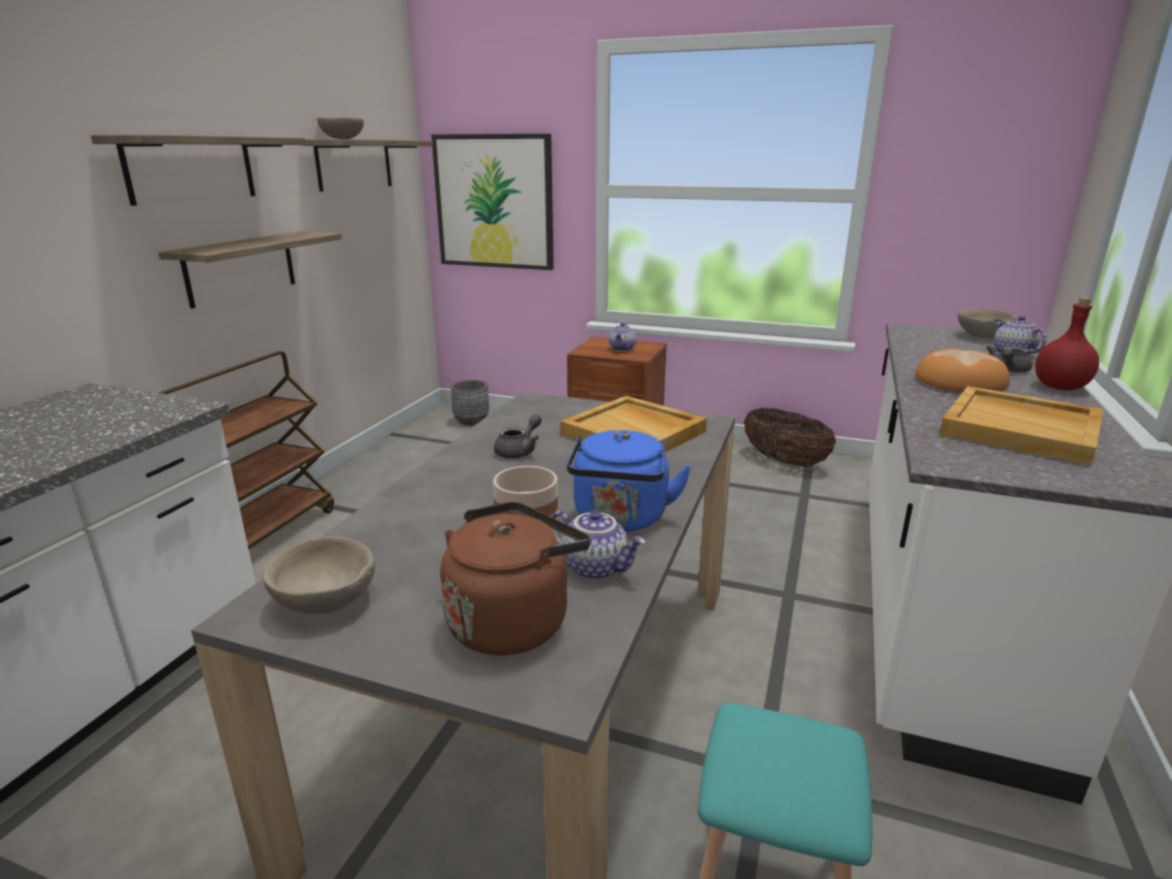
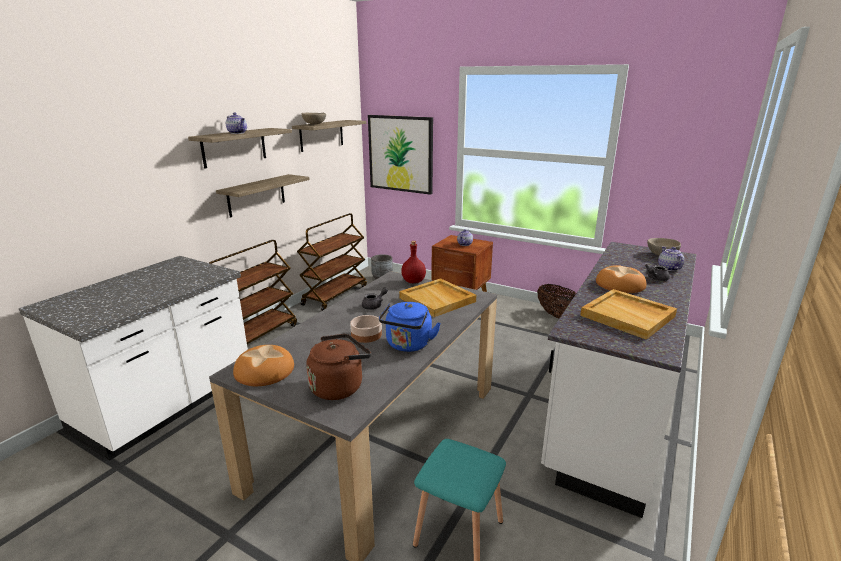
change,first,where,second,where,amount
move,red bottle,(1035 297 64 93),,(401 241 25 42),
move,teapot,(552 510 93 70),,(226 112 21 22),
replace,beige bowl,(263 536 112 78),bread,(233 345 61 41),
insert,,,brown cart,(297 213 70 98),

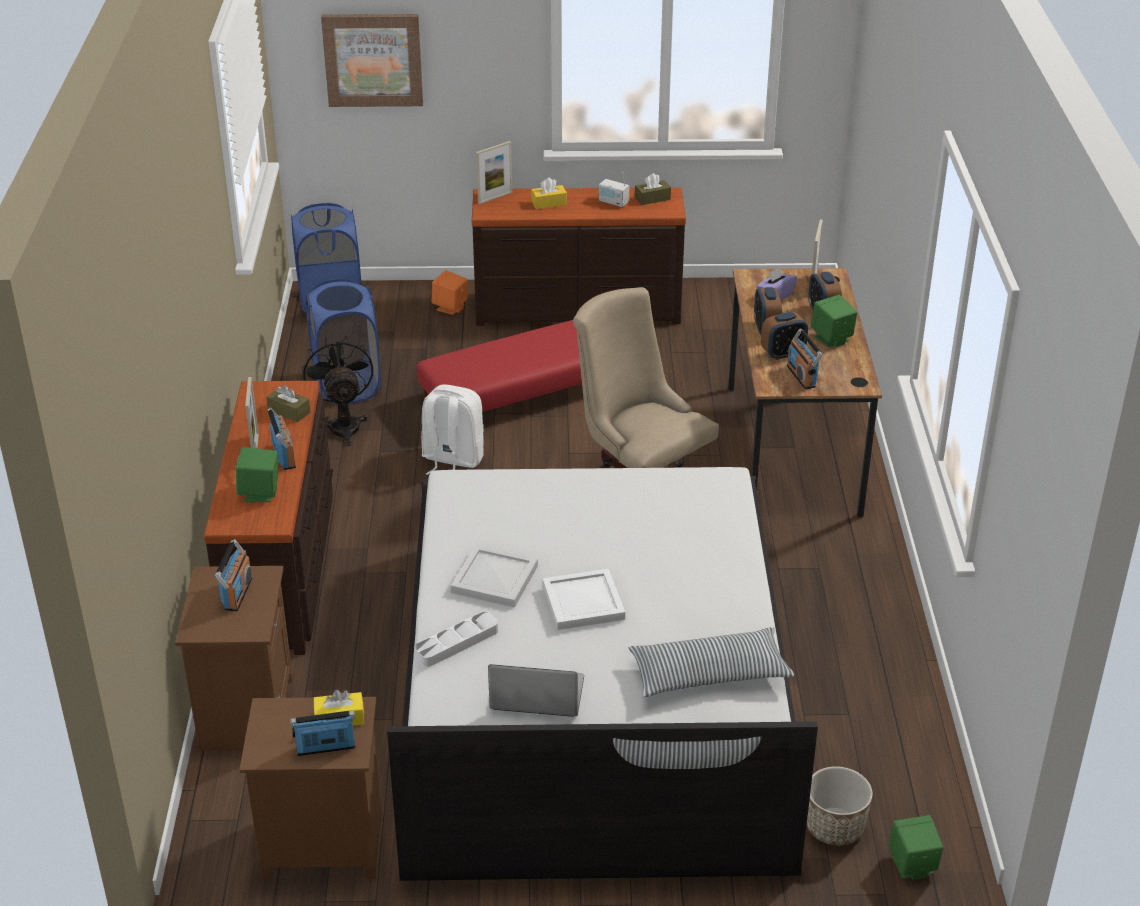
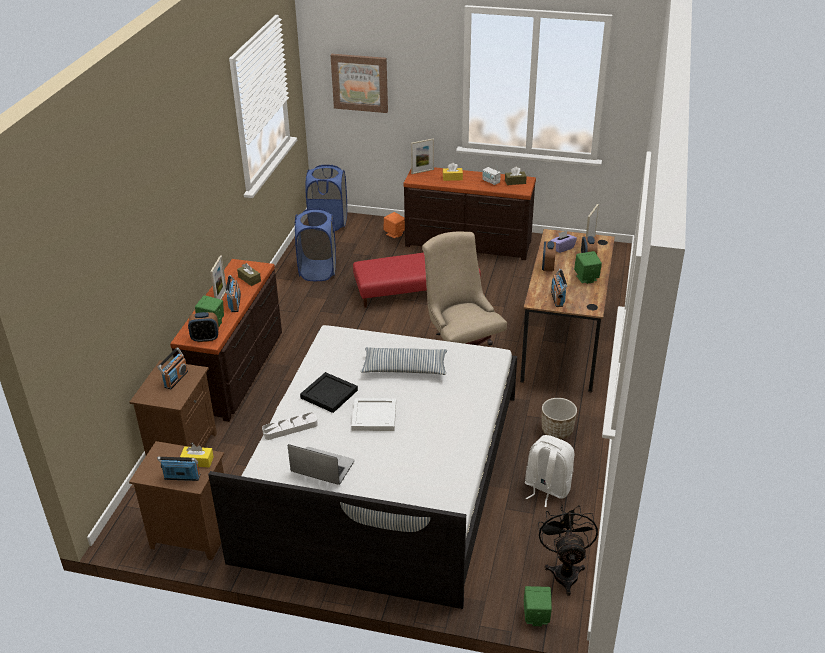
change,first,where,second,where,amount
move,alarm clock,(761 312 47 48),,(188 312 31 30),
move,black fan,(302 336 71 110),,(538 505 60 91),
move,white backpack,(421 384 63 91),,(525 435 49 72),
recolor,white tray,(451 545 87 63),black tray,(300 372 58 41),
move,pillow,(628 627 166 70),,(361 347 86 28),
move,planter,(807 766 66 80),,(542 398 35 41),

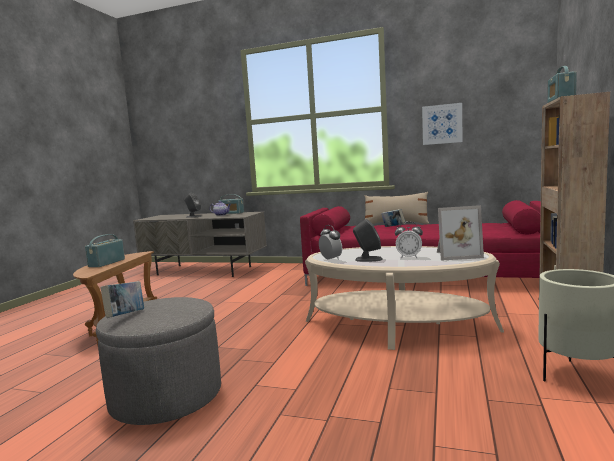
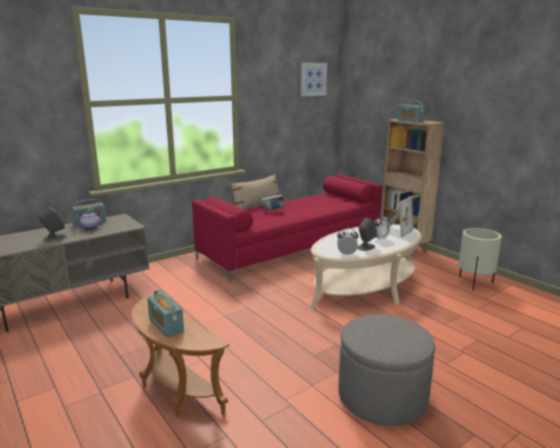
change,first,where,second,where,amount
move,picture,(422 103 41 42),,(301 63 26 33),
delete,book,(101 281 43 37),,,

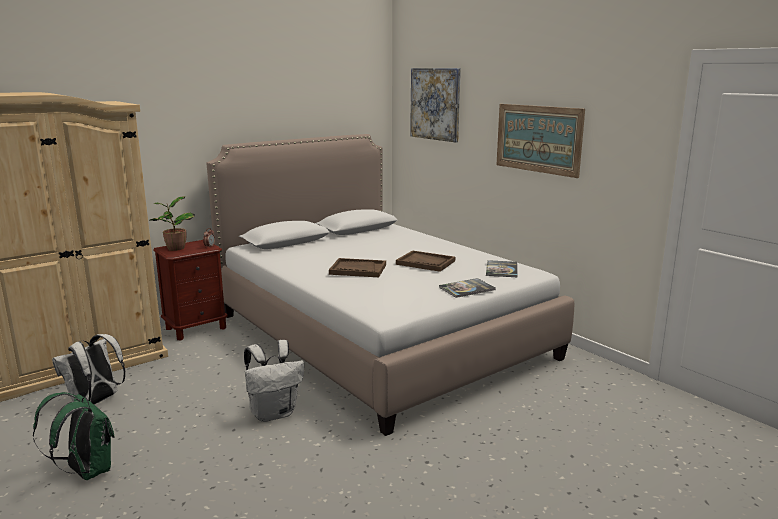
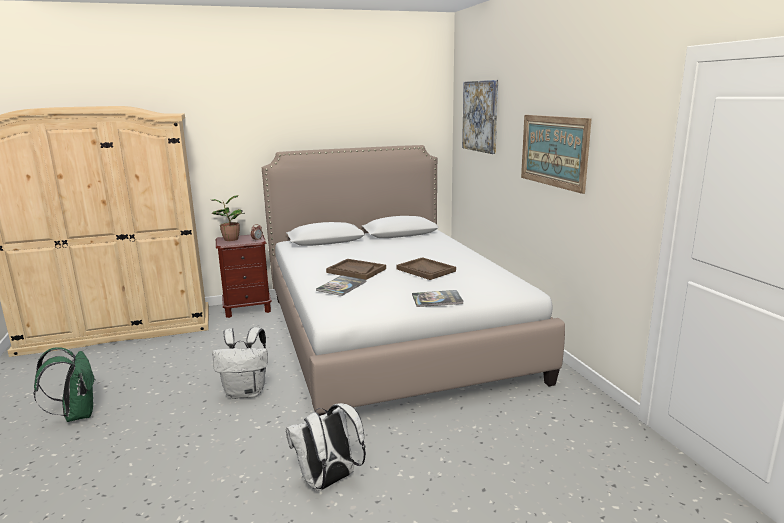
change,first,where,second,where,amount
move,book,(486 260 32 18),,(316 275 50 21),
move,white backpack,(52 334 73 71),,(286 403 80 88),

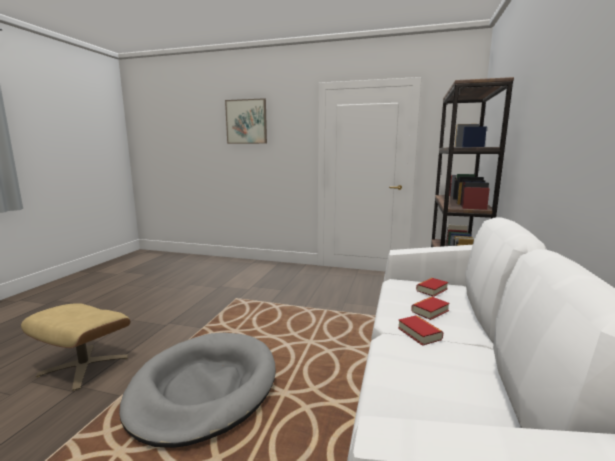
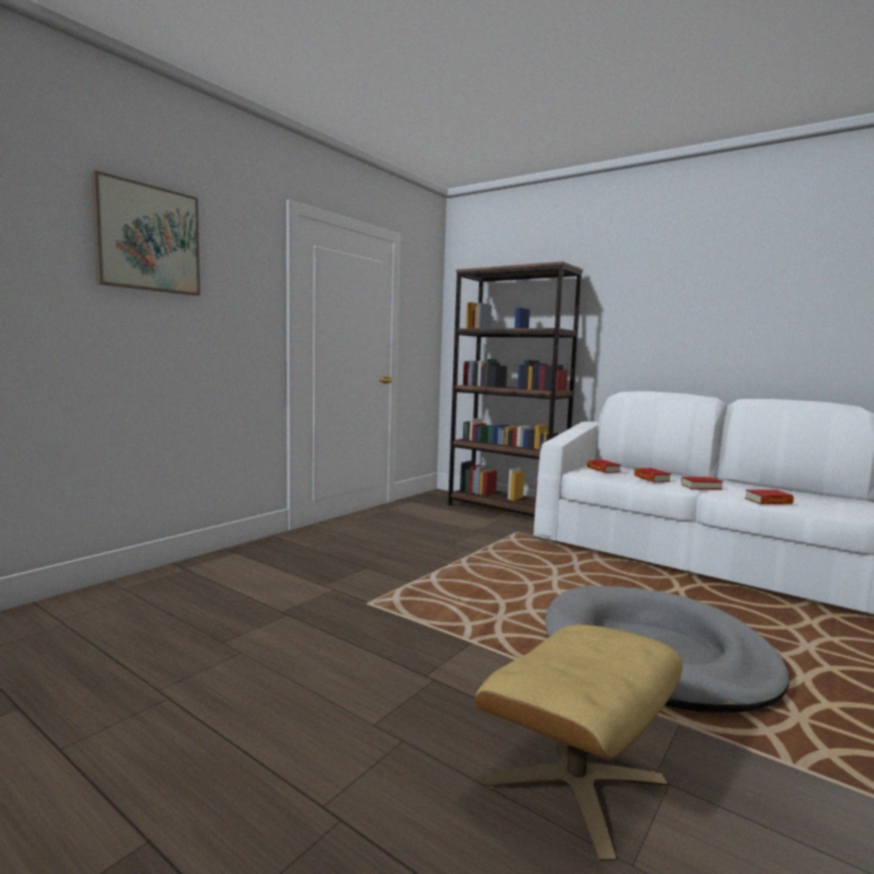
change,first,where,second,where,amount
insert,,,book,(745 490 49 14),

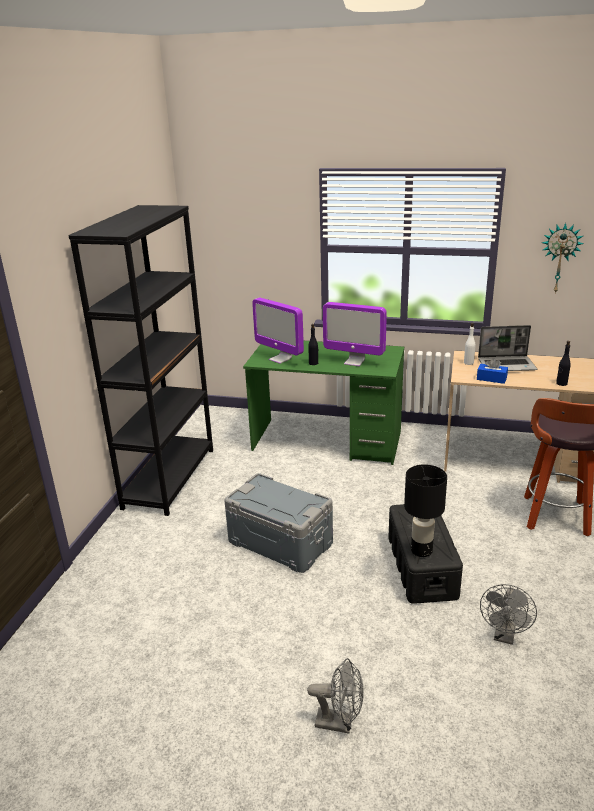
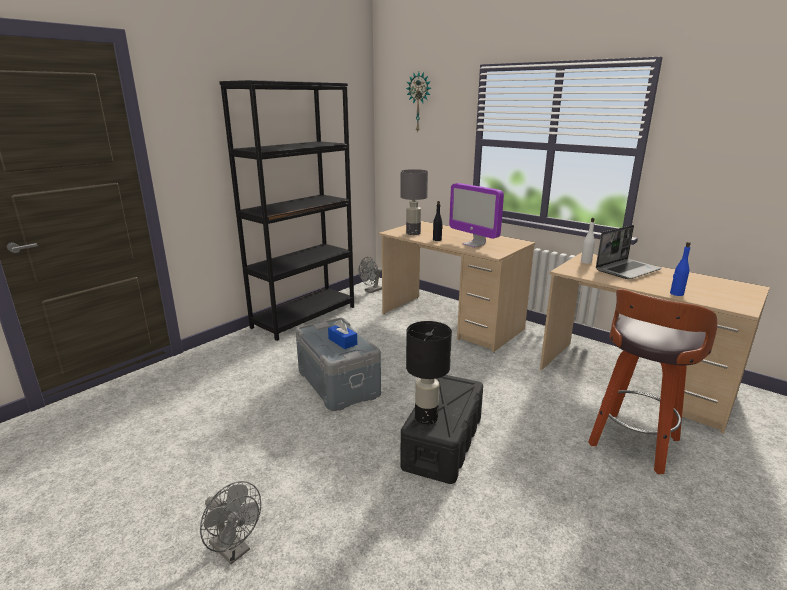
change,first,where,second,where,amount
move,wall clock,(542 223 42 71),,(406 72 25 61),
replace,monitor,(252 298 52 66),grey table lamp,(401 169 27 66),
rotate,laptop,(478 325 59 46),,(596 225 66 54),60 degrees counterclockwise
recolor,green desk,(243 341 161 124),beige desk,(379 221 156 131),
recolor,black bottle,(556 341 15 45),blue bottle,(670 242 21 54),
move,blue tissue box,(477 358 31 26),,(328 320 29 29),
move,grey fan,(480 584 57 61),,(358 257 24 36),

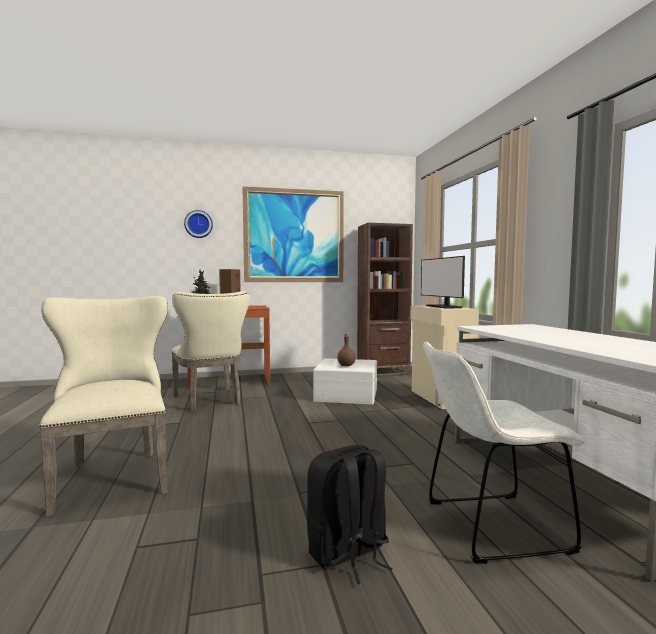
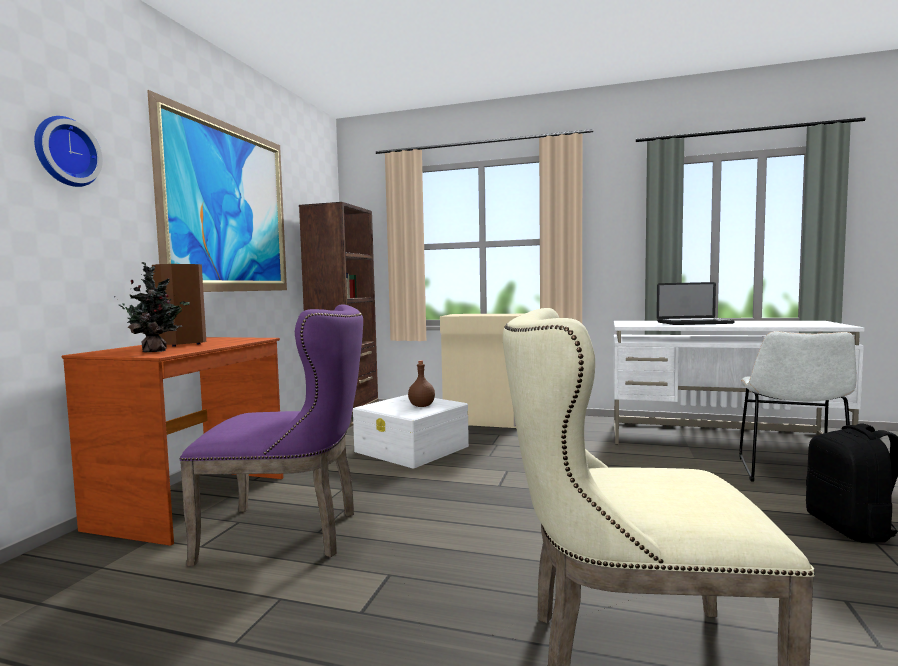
change,first,where,second,where,amount
delete,monitor,(421 256 44 53),,,
recolor,beige chair,(171 291 79 120),purple chair,(180 305 183 261),
insert,,,laptop,(657 282 78 43),

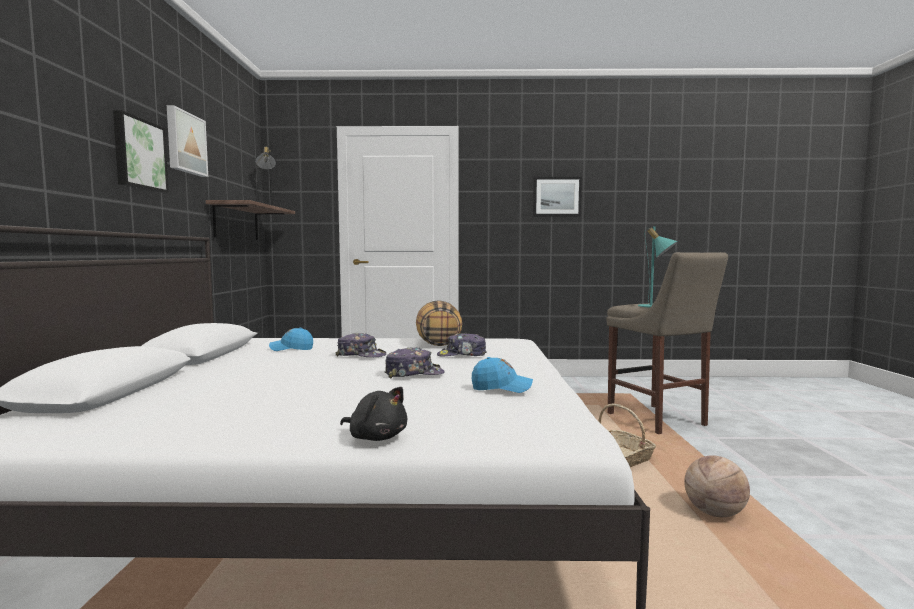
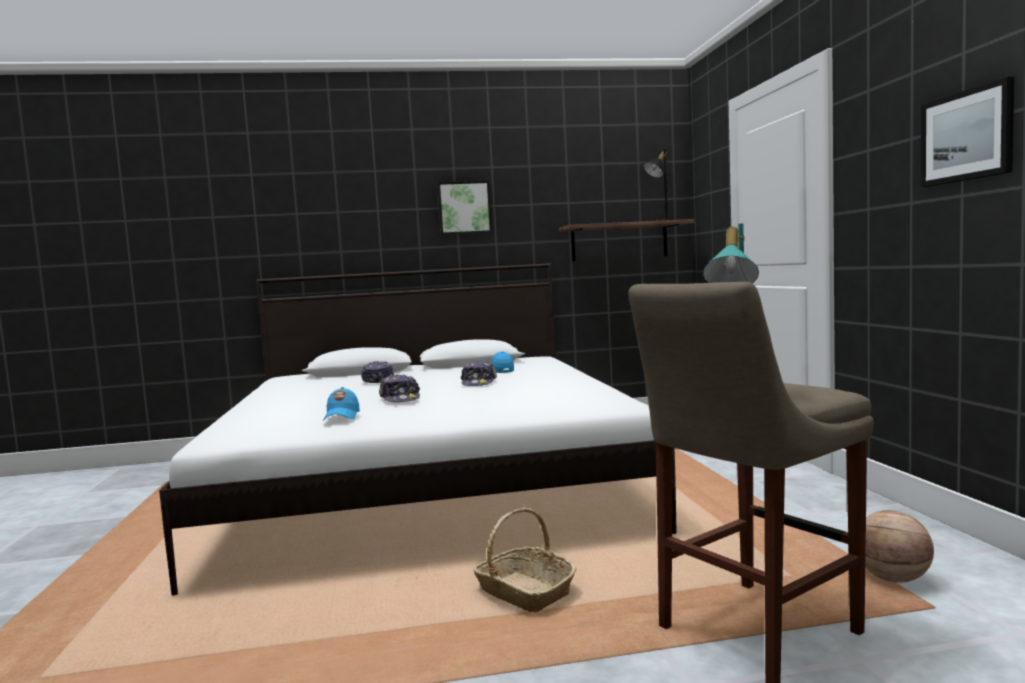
change,first,where,second,where,amount
delete,picture,(167 105 41 72),,,
delete,pillow,(416 300 46 46),,,
move,cap,(437 333 50 24),,(361 361 33 22),
delete,black plush toy,(340 387 67 54),,,
move,basketball,(684 455 66 62),,(865 510 69 73),

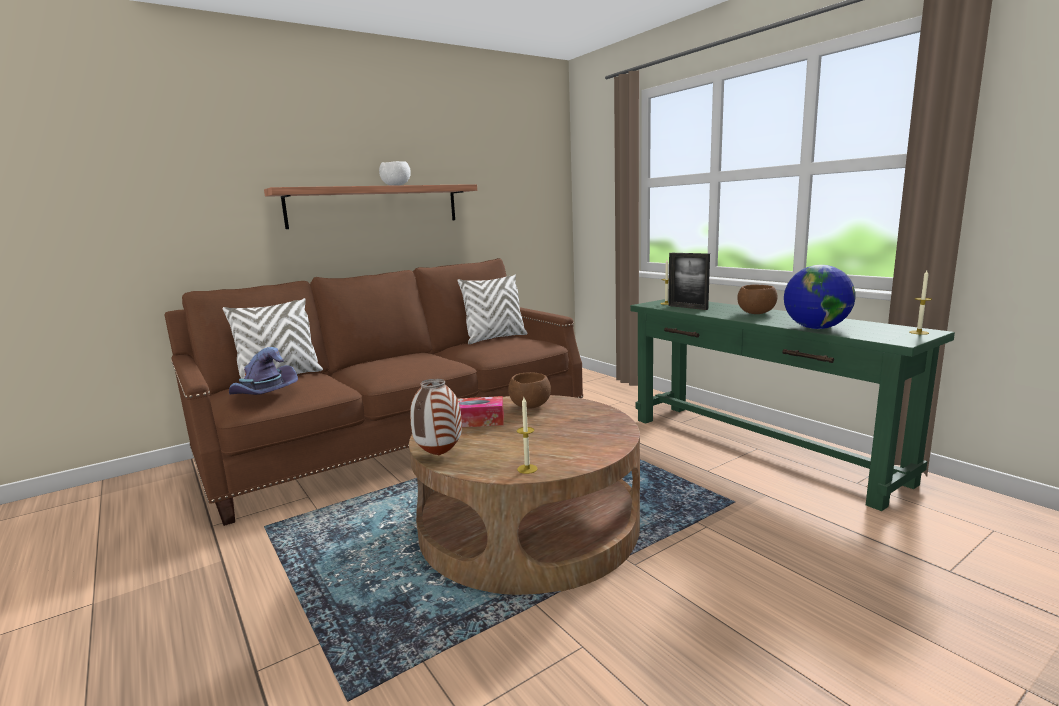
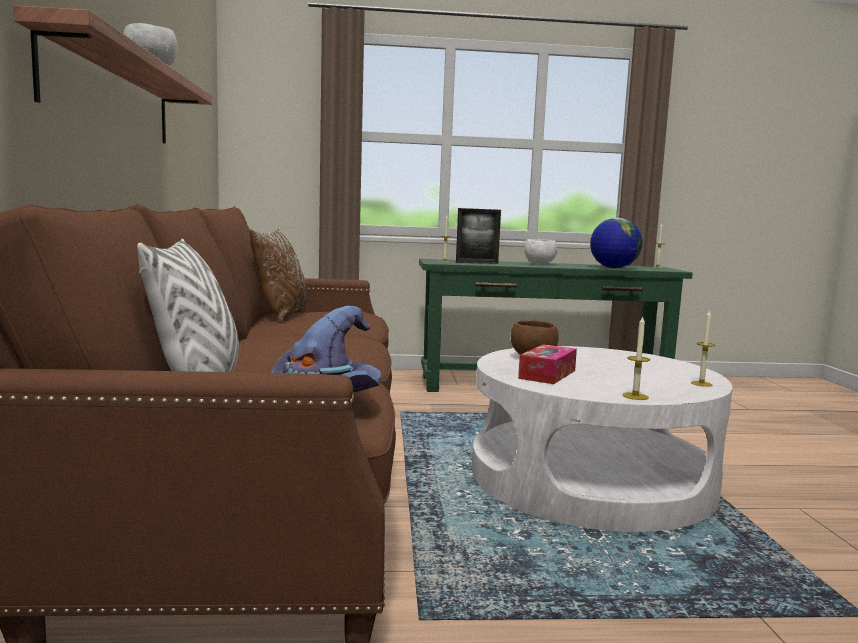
change,first,where,second,where,amount
recolor,white pillow,(458 275 70 69),brown pillow,(249 229 58 94),
recolor,brown bowl,(737 285 41 29),white bowl,(524 239 33 25),
replace,vase,(410 379 52 76),candle,(622 317 28 83),
recolor,brown coffee table,(409 395 231 200),white coffee table,(472 346 261 186),

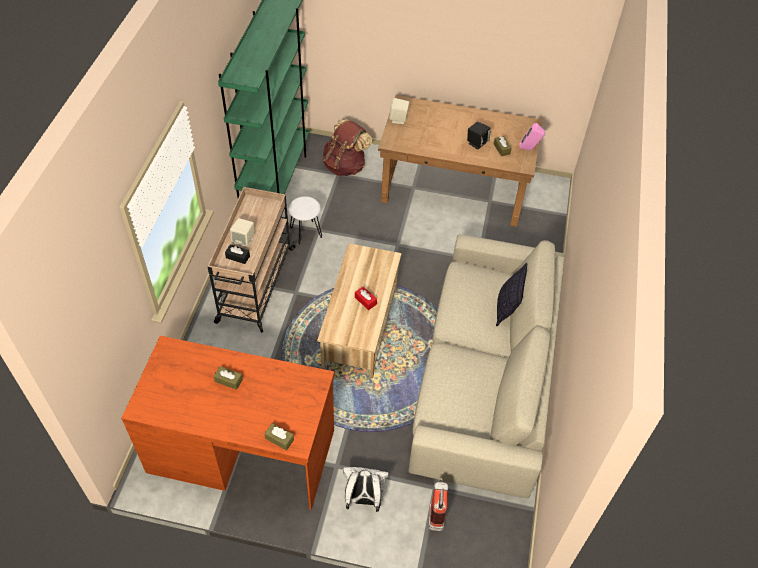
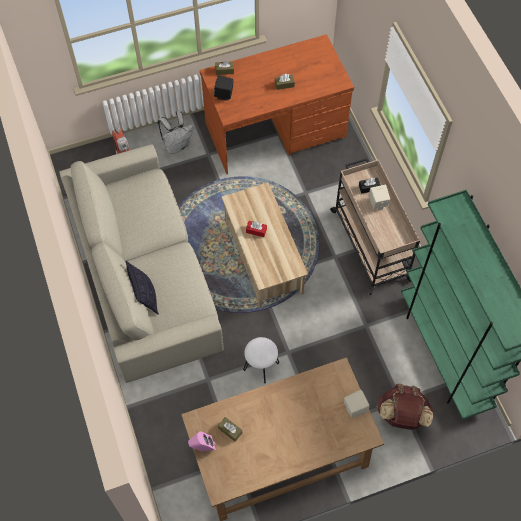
change,first,where,second,where,amount
move,black speaker,(467 122 24 28),,(214 75 20 26),
move,white stool,(289 196 33 49),,(243 337 36 47),

